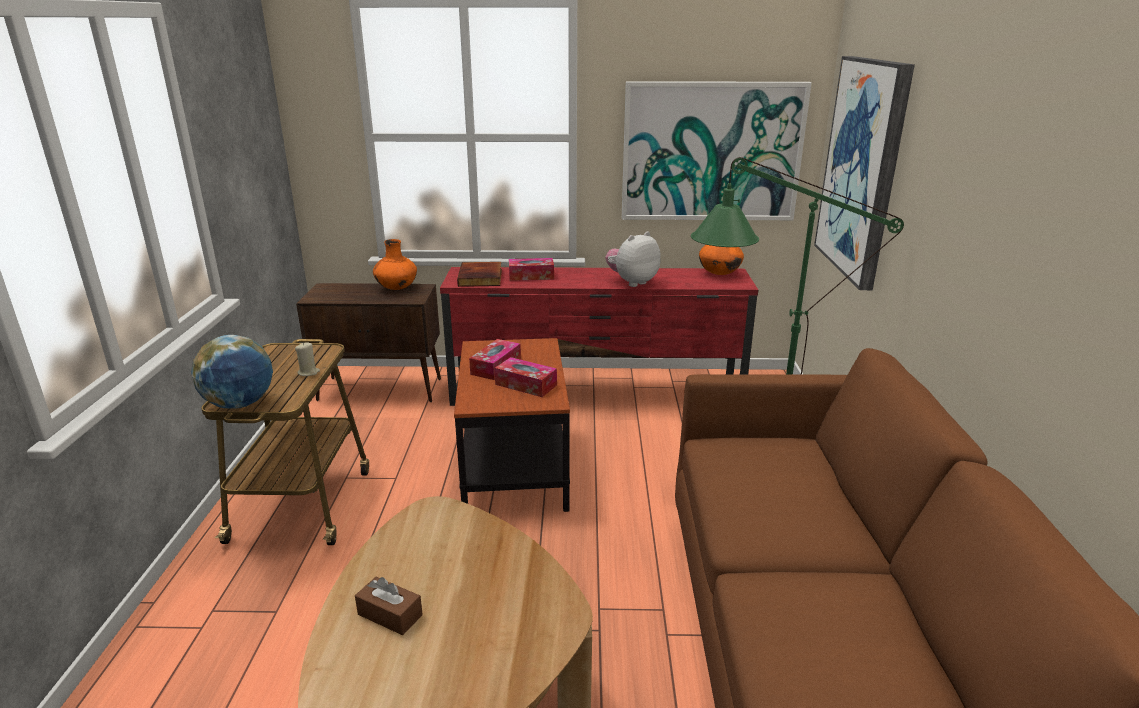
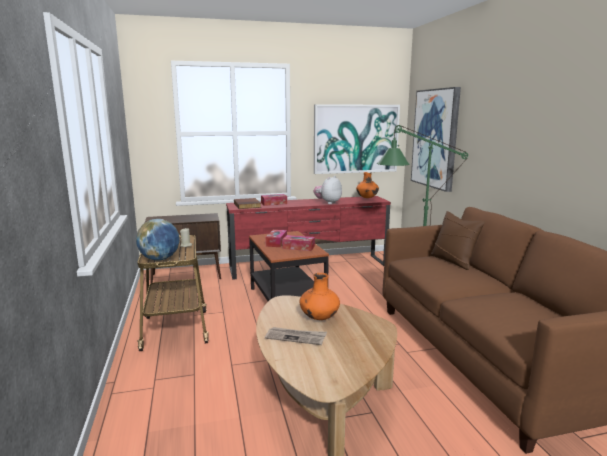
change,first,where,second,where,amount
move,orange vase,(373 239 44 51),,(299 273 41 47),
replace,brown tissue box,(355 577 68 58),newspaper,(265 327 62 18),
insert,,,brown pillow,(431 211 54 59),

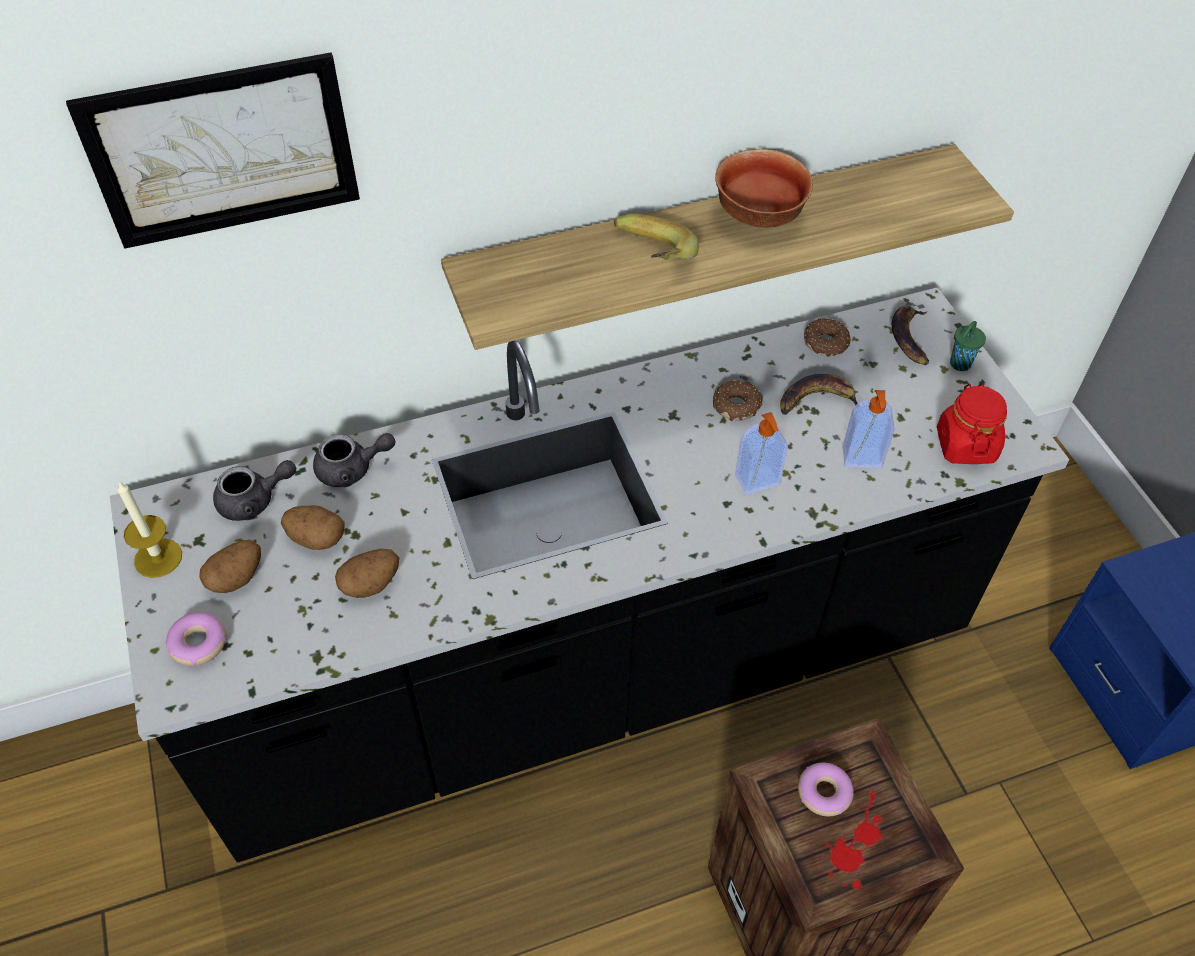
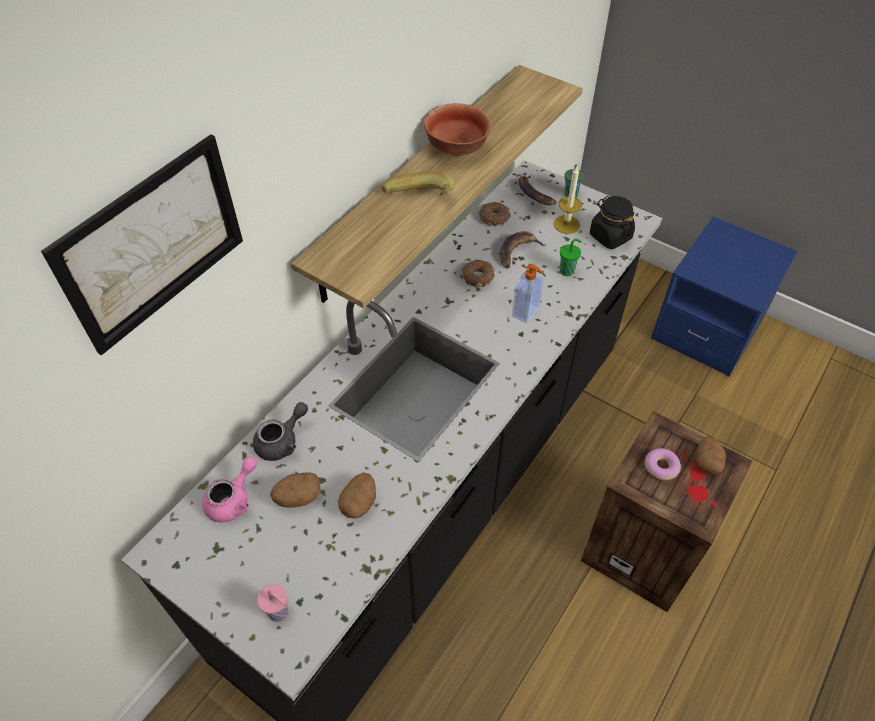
change,first,where,second,where,amount
recolor,red jar,(937 384 70 80),black jar,(590 196 45 53),
replace,soap dispenser,(843 390 52 78),green cup,(560 238 22 38),
recolor,grey teapot,(213 460 83 61),pink teapot,(202 456 55 67),
move,candle,(117 480 65 98),,(553 167 29 67),
move,potato,(199 540 62 53),,(696 436 30 38),
replace,donut,(165 612 62 54),pink cup,(257 584 31 38),

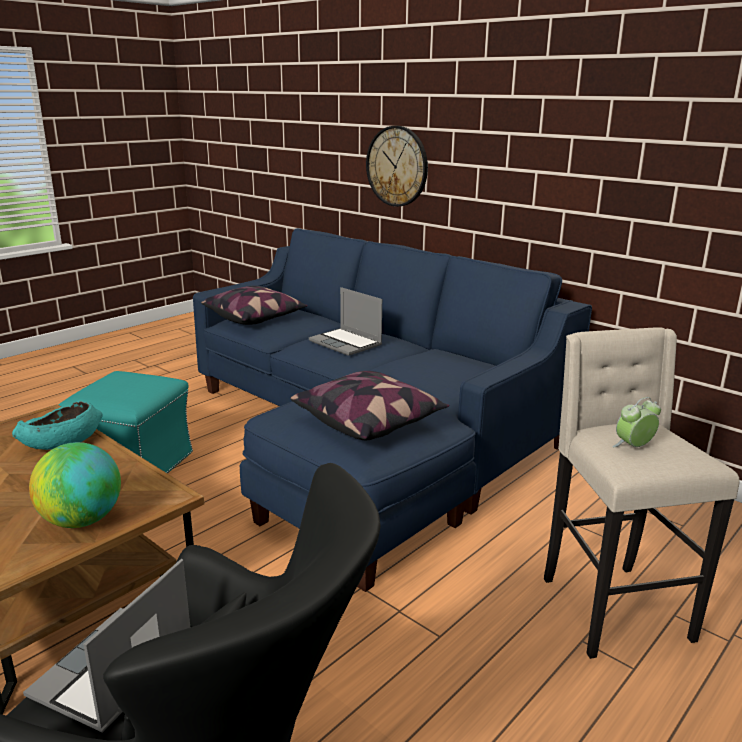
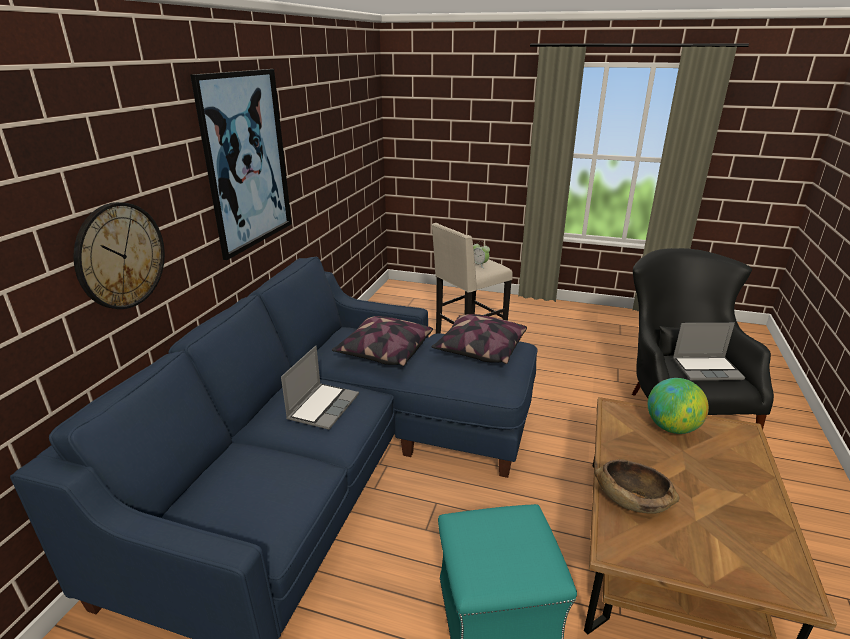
change,first,where,second,where,amount
move,pillow,(201 286 107 39),,(332 316 101 50),
recolor,turquoise bowl,(12 401 91 49),brown bowl,(594 460 86 54),
insert,,,picture,(190 69 102 191),

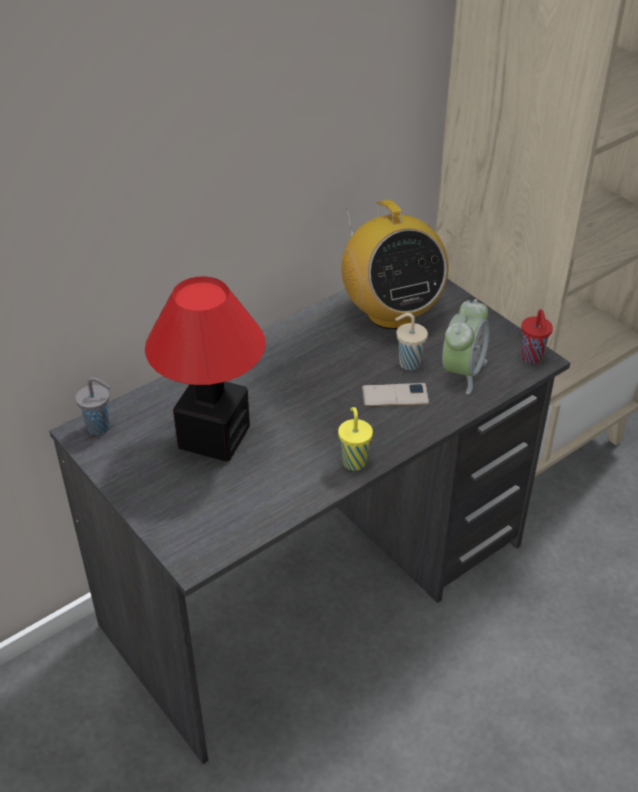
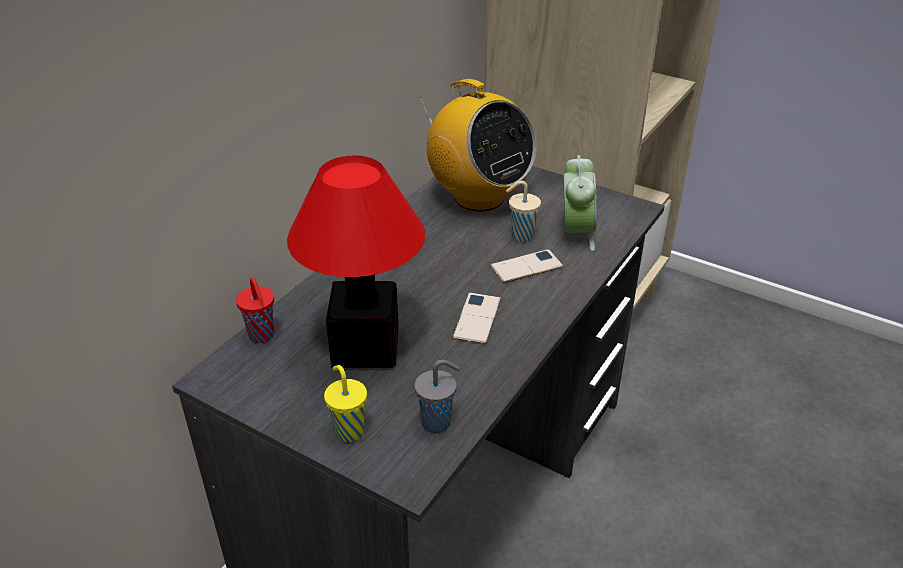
change,first,where,second,where,amount
move,red cup,(521 309 32 55),,(236 278 38 65),
move,grey cup,(75 377 36 58),,(414 360 46 73),
move,yellow cup,(338 407 35 64),,(324 365 43 78),
insert,,,phone,(453 293 48 51),

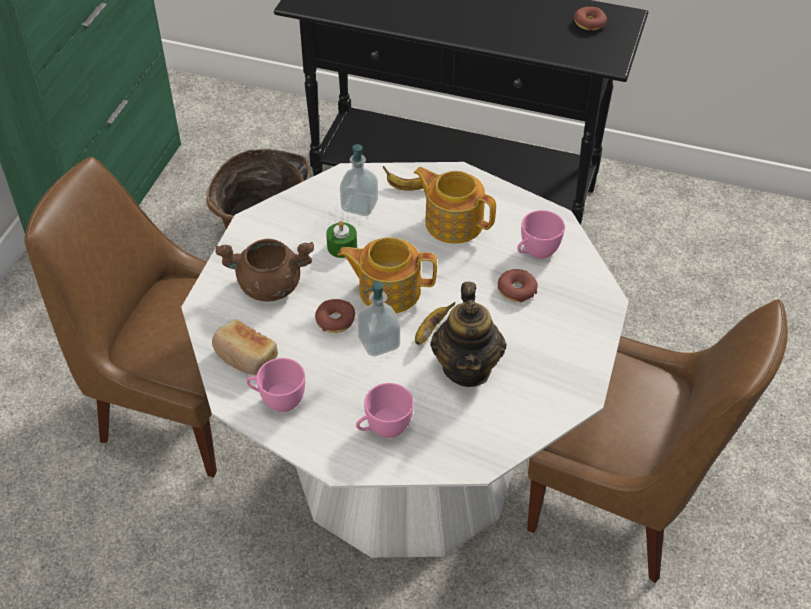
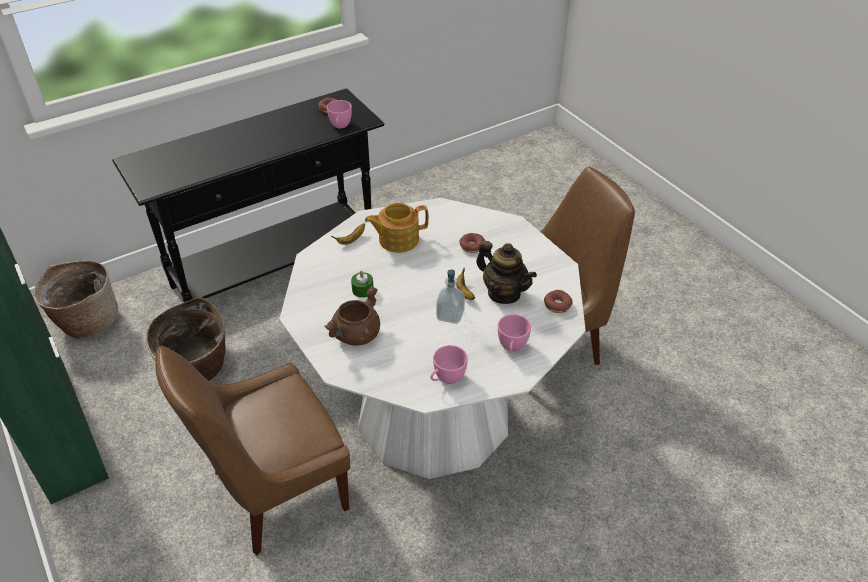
change,first,where,second,where,amount
delete,soap dispenser,(340 144 38 72),,,
move,pink cup,(517 210 48 49),,(327 100 25 28),
delete,teapot,(338 237 99 76),,,
move,donut,(315 299 40 34),,(544 290 29 23),
delete,bread,(212 319 66 56),,,
insert,,,basket,(33 261 85 78),

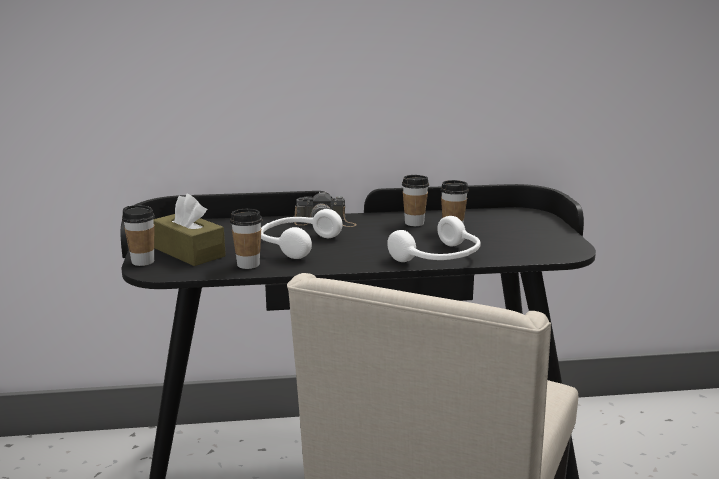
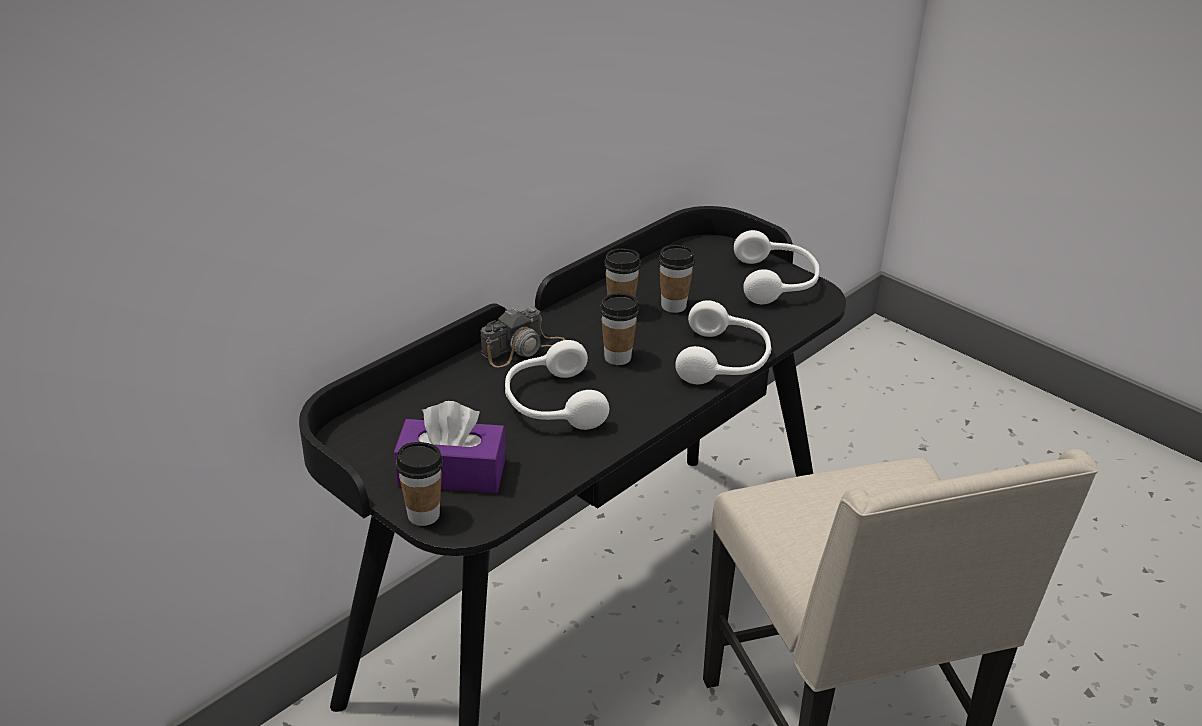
change,first,where,second,where,amount
recolor,brown tissue box,(154 194 72 72),purple tissue box,(394 401 112 92),
move,cup,(230 209 32 60),,(600 293 39 72),
insert,,,white headphones,(734 230 86 74),

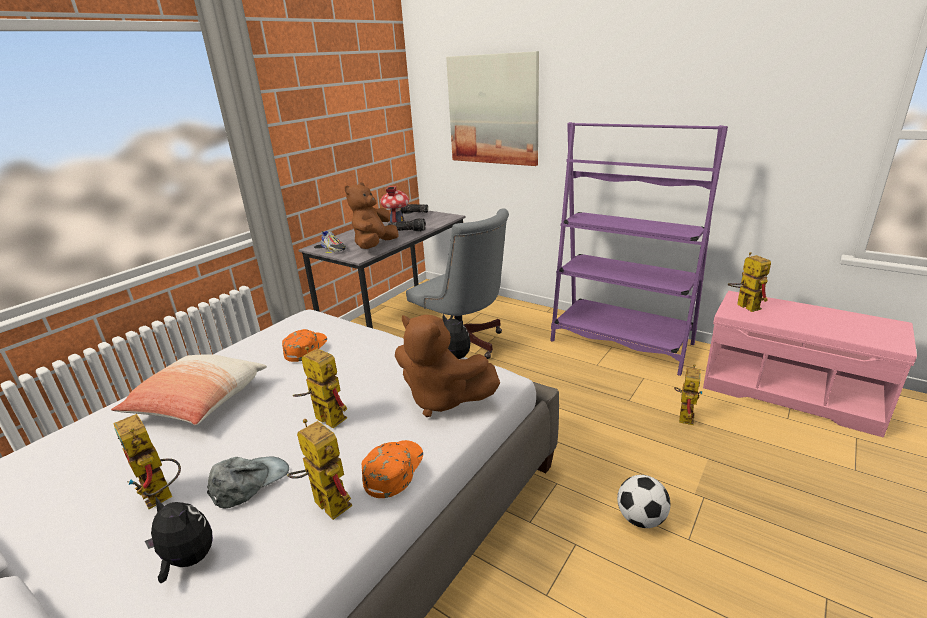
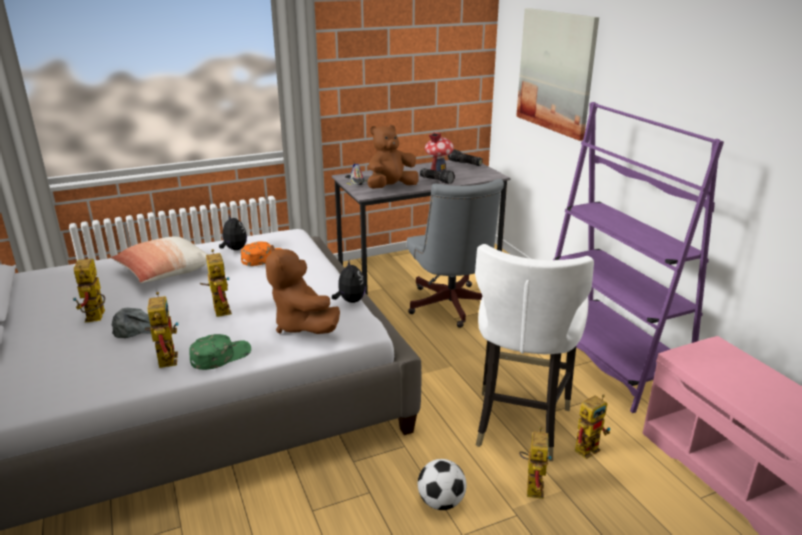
change,first,where,second,where,amount
move,toy robot,(728 252 43 60),,(519 427 32 72),
recolor,orange cap,(362 440 61 58),green cap,(189 334 62 36),
move,plush toy,(145 497 68 87),,(219 213 28 37),
insert,,,white chair,(475 244 119 217),

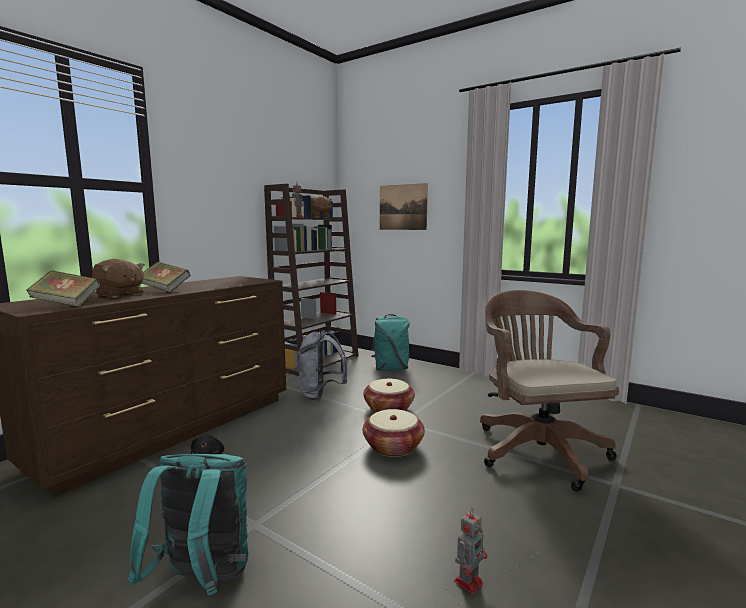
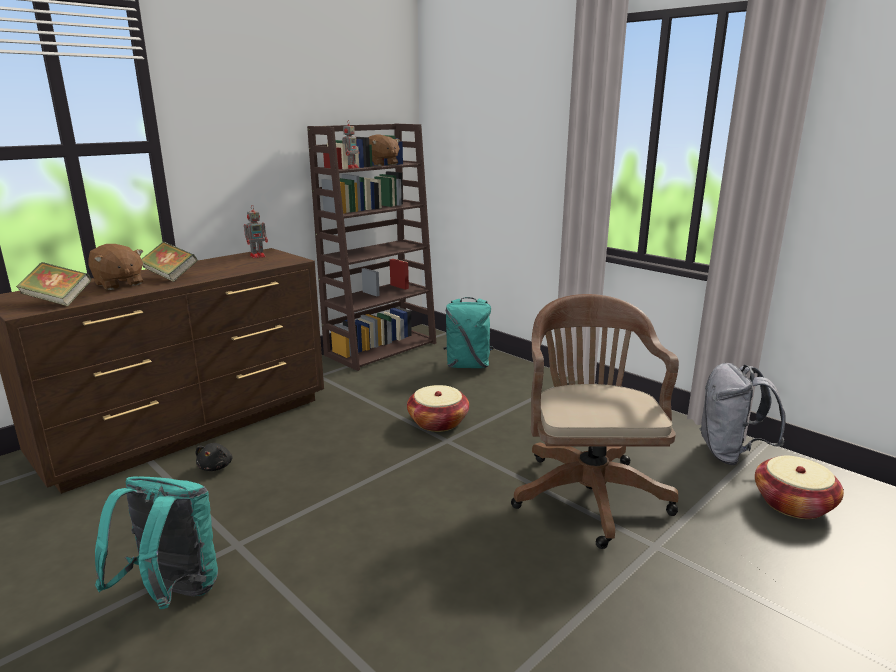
change,first,where,second,where,amount
delete,picture,(380 183 48 47),,,
move,grey backpack,(298 331 49 69),,(699 363 87 102),
move,basket,(363 409 62 48),,(755 456 89 63),
move,toy robot,(454 508 33 86),,(244 205 24 54),

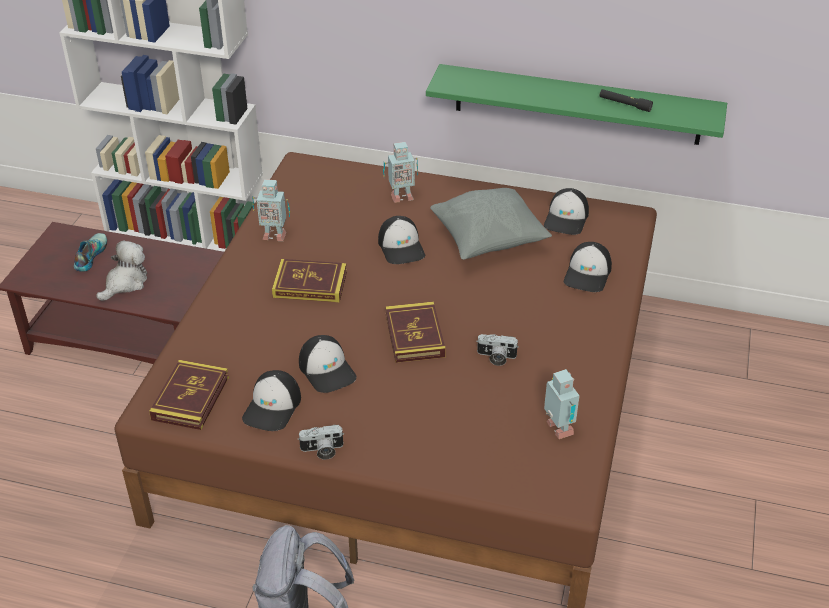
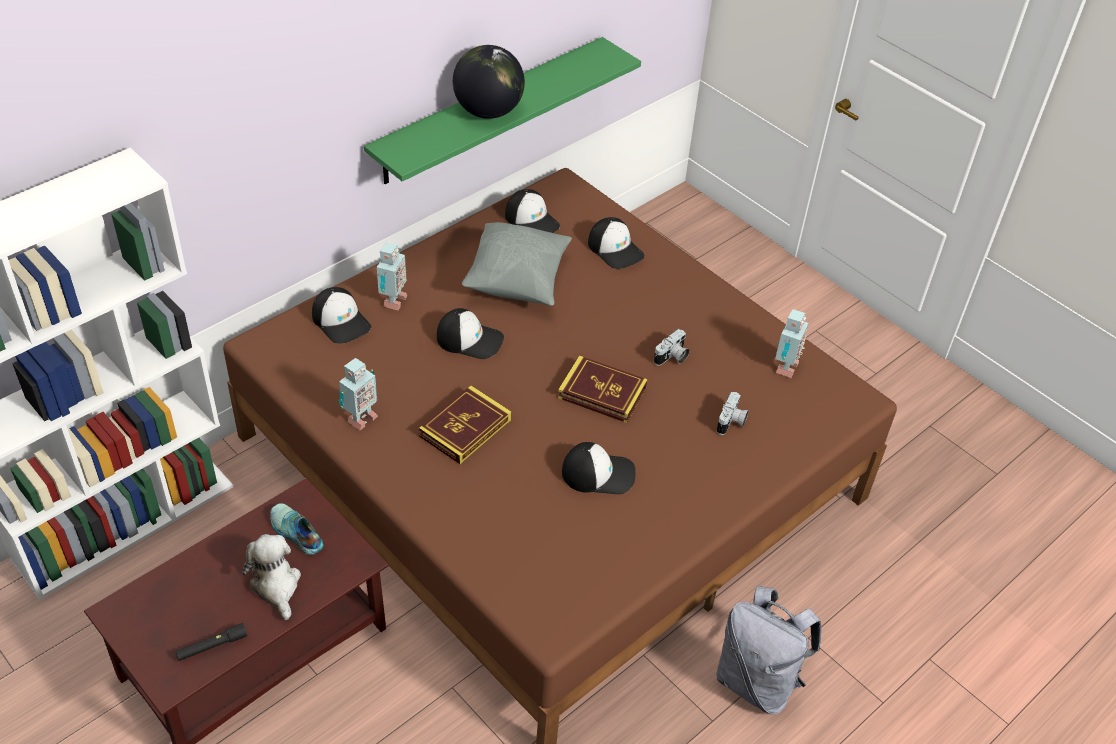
change,first,where,second,where,amount
move,black flashlight,(599 89 54 23),,(176 623 71 38),
move,shoe,(74 233 33 39),,(270 503 53 52),
delete,book,(149 360 80 70),,,
rotate,toy robot,(544 369 36 70),,(775 309 33 69),105 degrees clockwise
move,cap,(242 370 59 61),,(312 287 59 57),
move,photo camera,(298 425 46 35),,(717 392 32 43),
insert,,,globe,(453 45 72 74),

